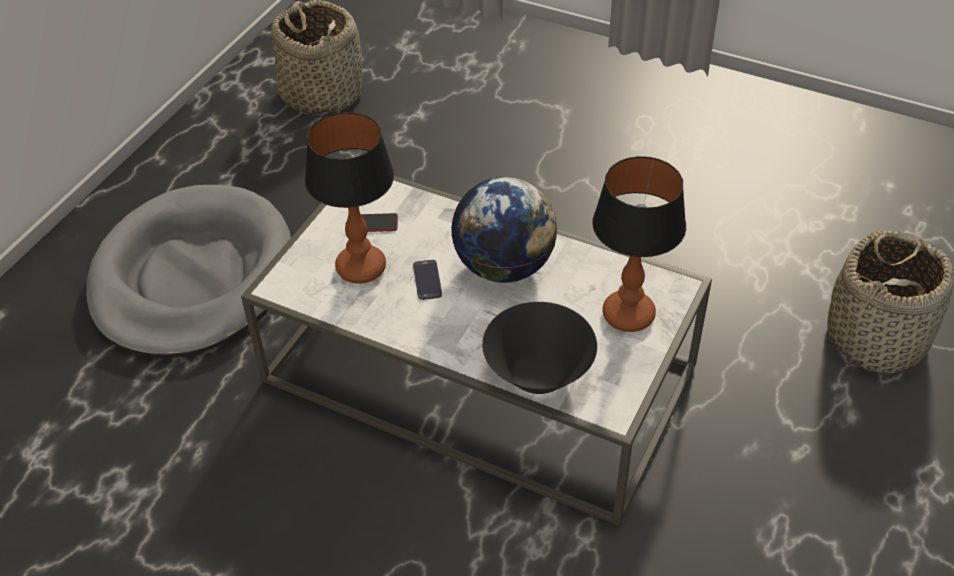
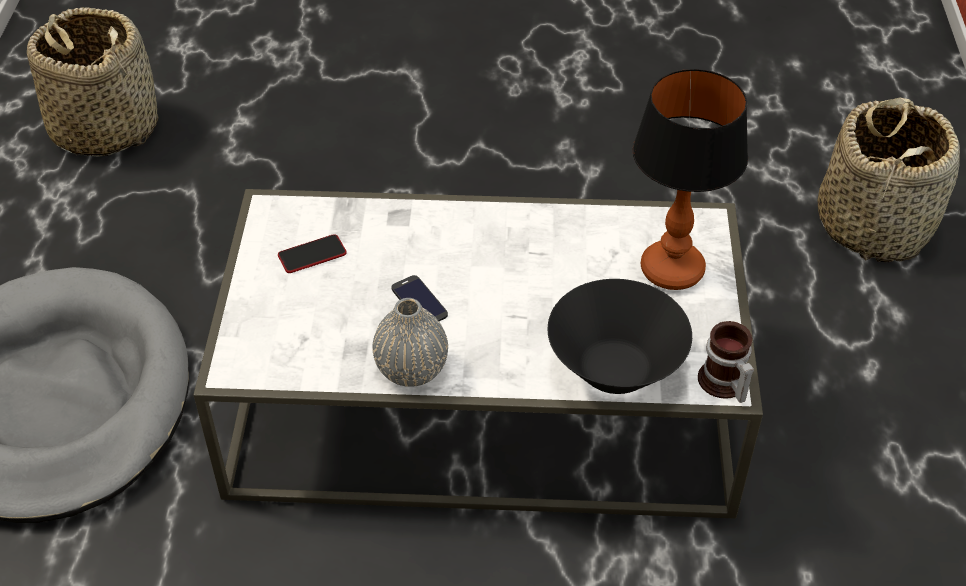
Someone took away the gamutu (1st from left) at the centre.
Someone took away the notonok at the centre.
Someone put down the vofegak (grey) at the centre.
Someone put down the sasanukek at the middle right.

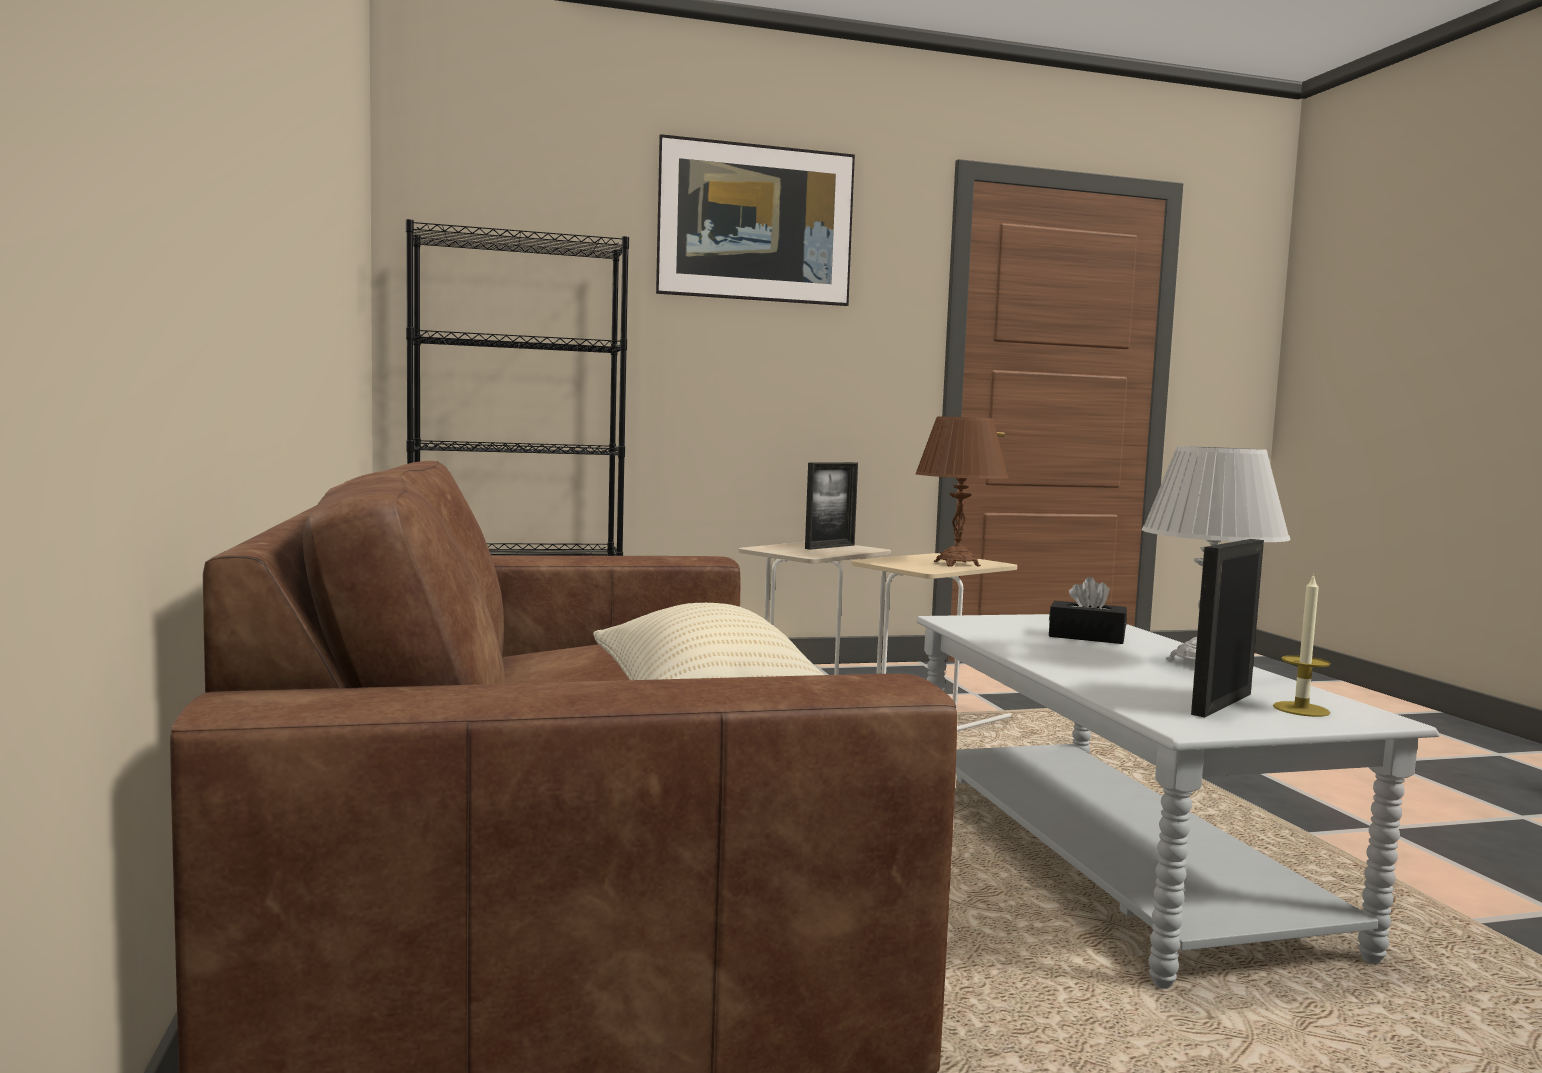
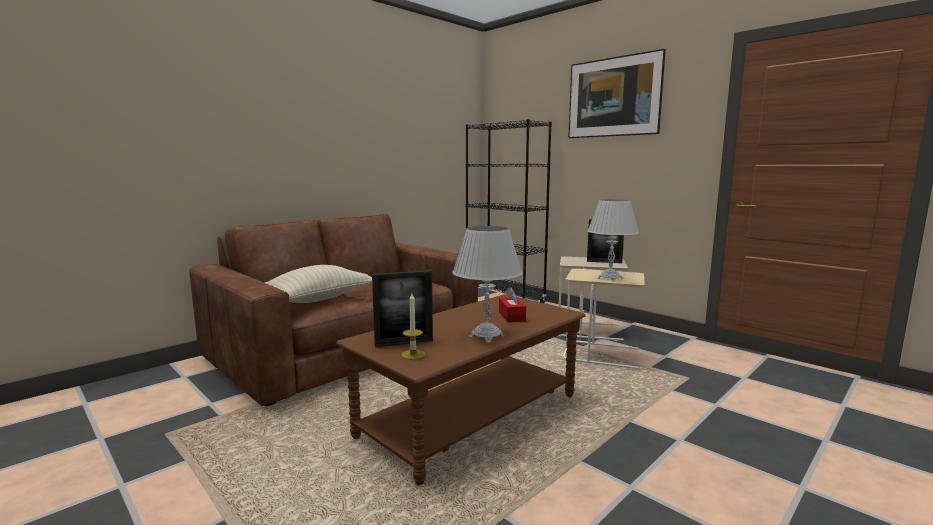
Someone repainted the gamutu (brown) at the centre, which became the gamutu (white) (2nd from left) at the centre.
Someone rotated the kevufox (2nd from left in the first image) at the middle right by 150 degrees clockwise.
Someone repainted the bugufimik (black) at the middle right, which became the bugufimik (red) at the centre.
Someone repainted the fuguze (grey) at the bottom right, which became the fuguze (brown) at the bottom centre.

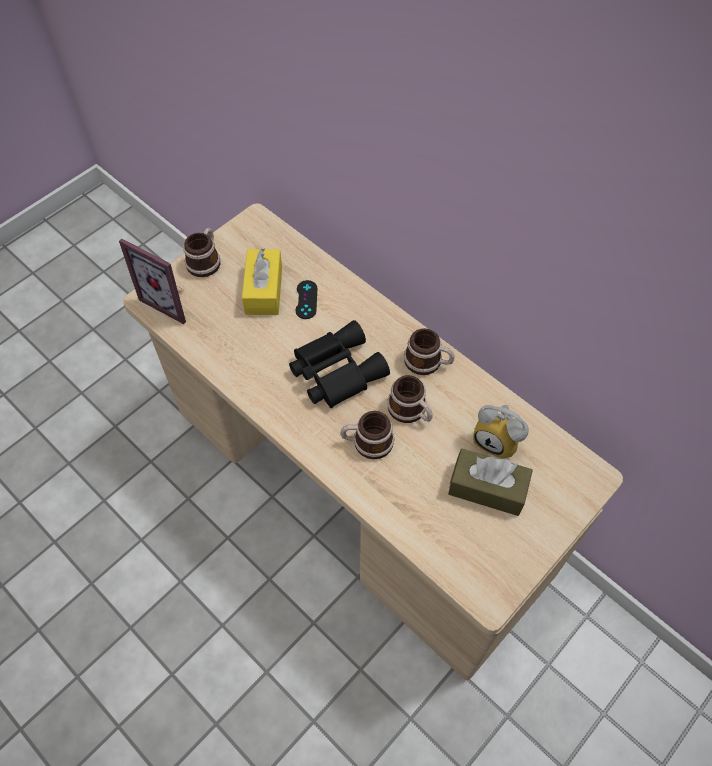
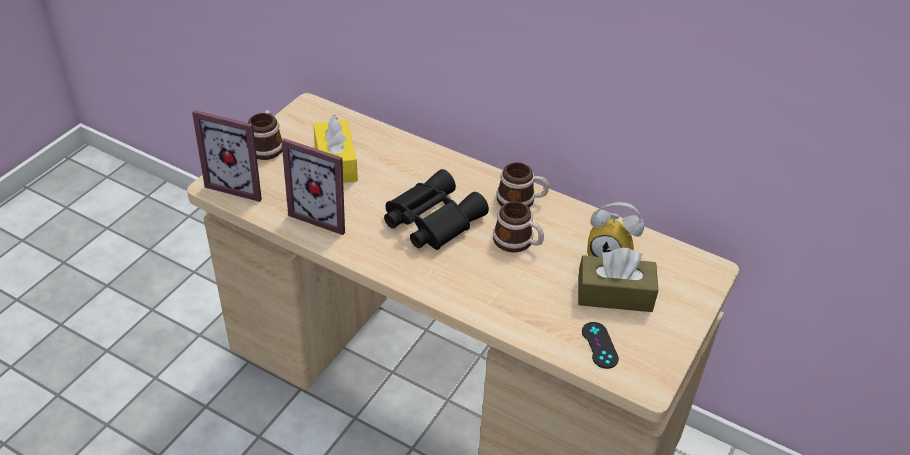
Someone carried the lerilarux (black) from the centre to the bottom centre.
Someone took away the sasanukek (2nd from left) at the centre.
Someone put down the kevufox (2nd from left) at the centre.

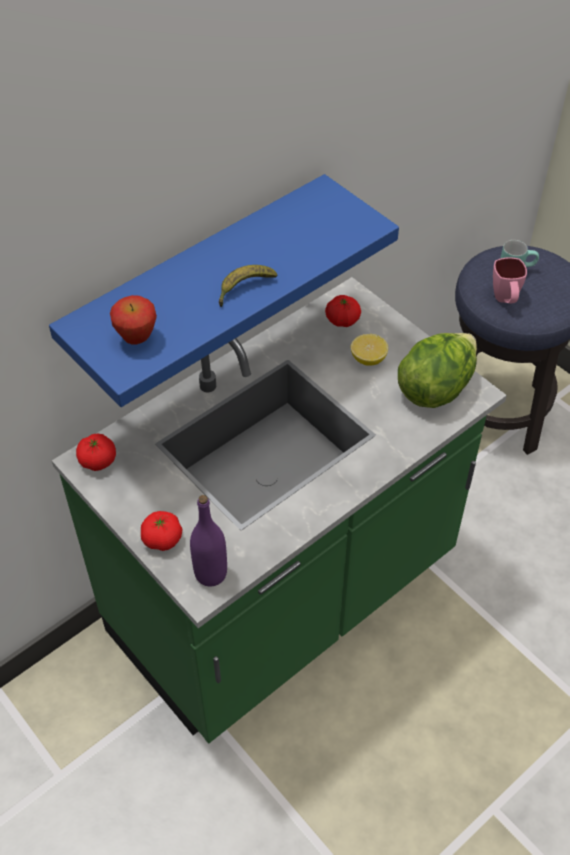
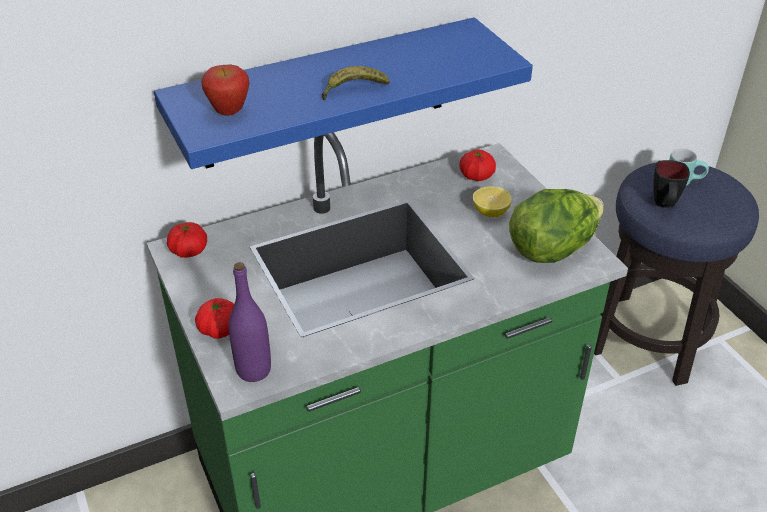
Someone repainted the sasanukek (pink) at the top right, which became the sasanukek (black) at the middle right.

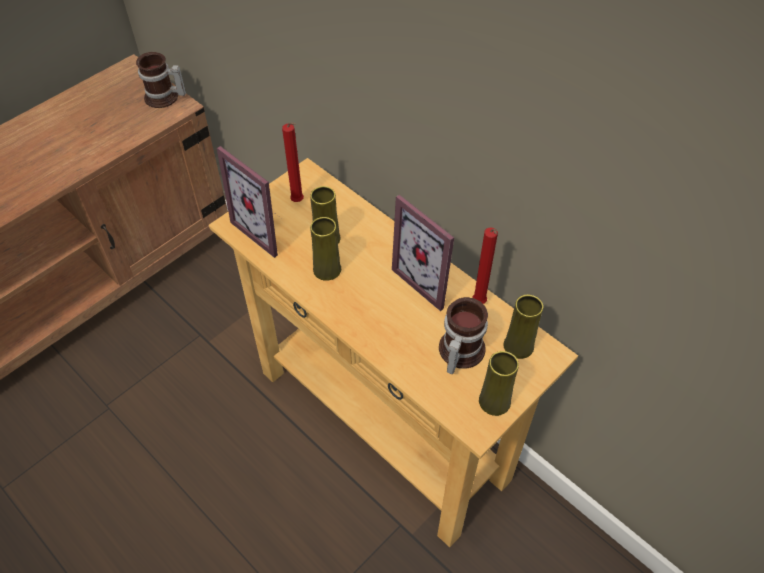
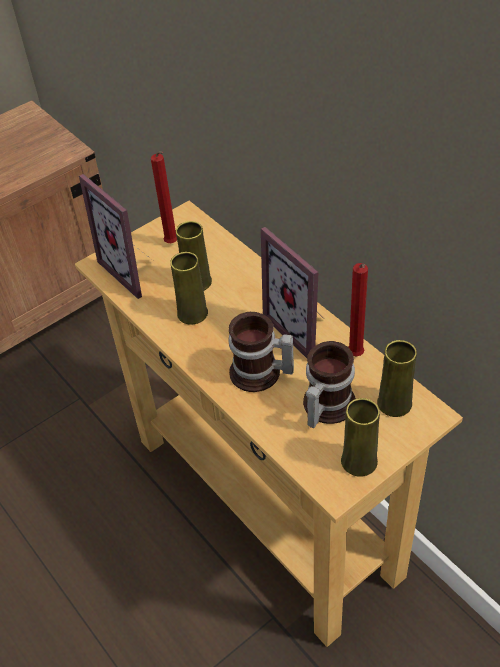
Someone carried the sasanukek (1st from left) from the top left to the centre.

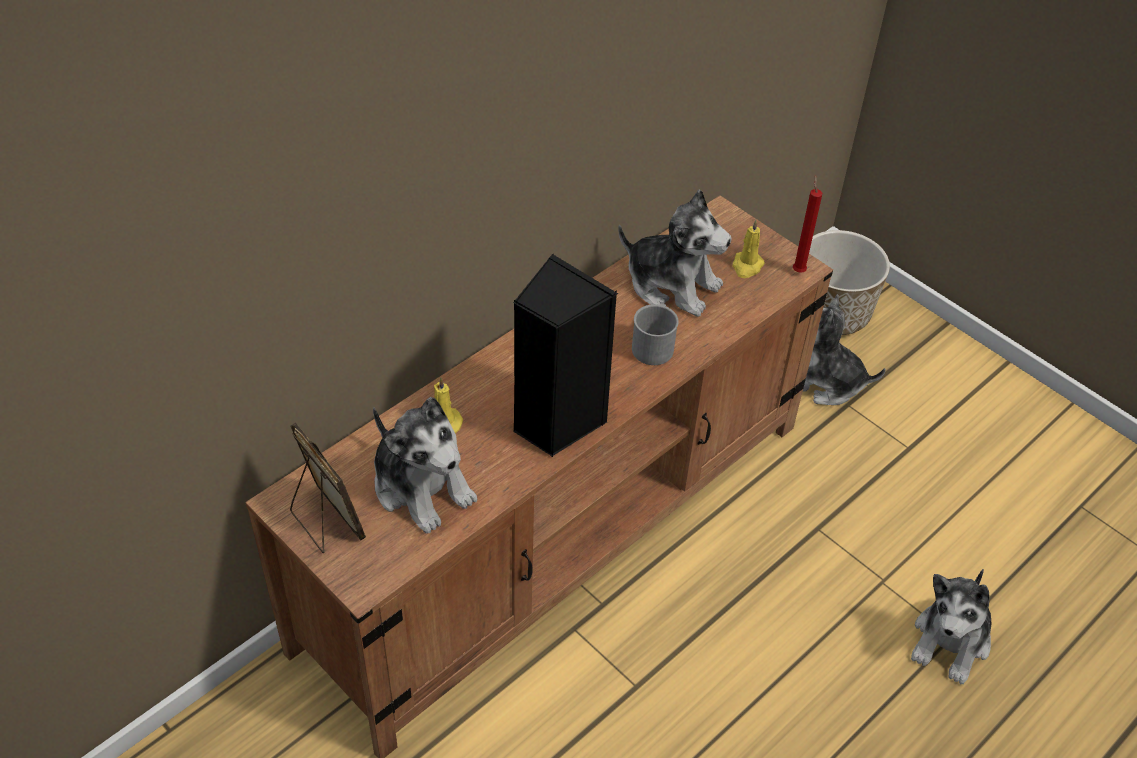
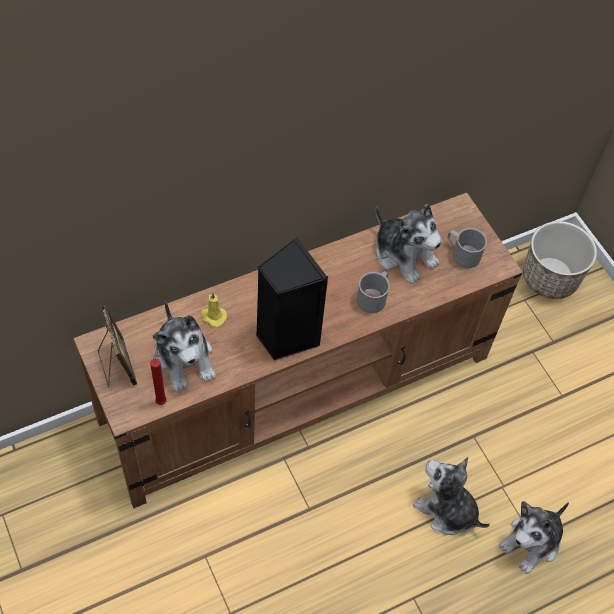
Someone carried the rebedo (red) from the top right to the middle left.
Someone swapped the rebedo (yellow) (2nd from left) at the top centre for the sasanukek (grey) (2nd from left) at the middle right.
Someone carried the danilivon (3rd from left) from the middle right to the bottom right.

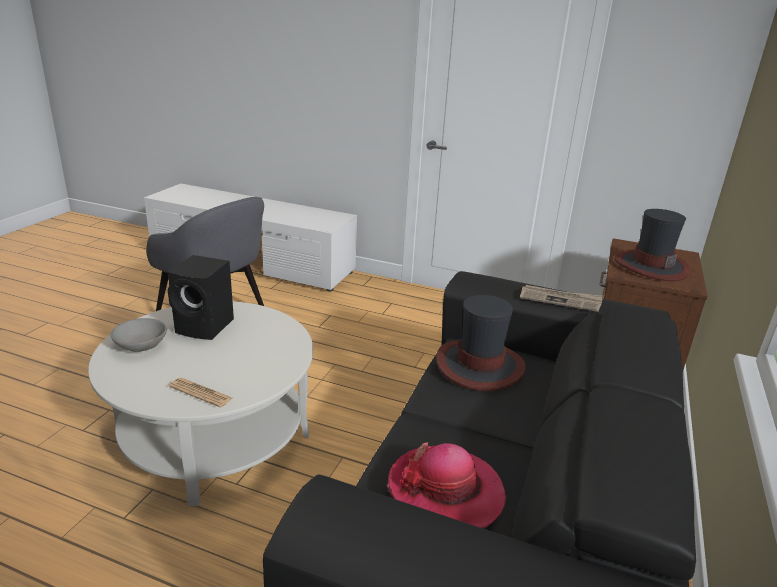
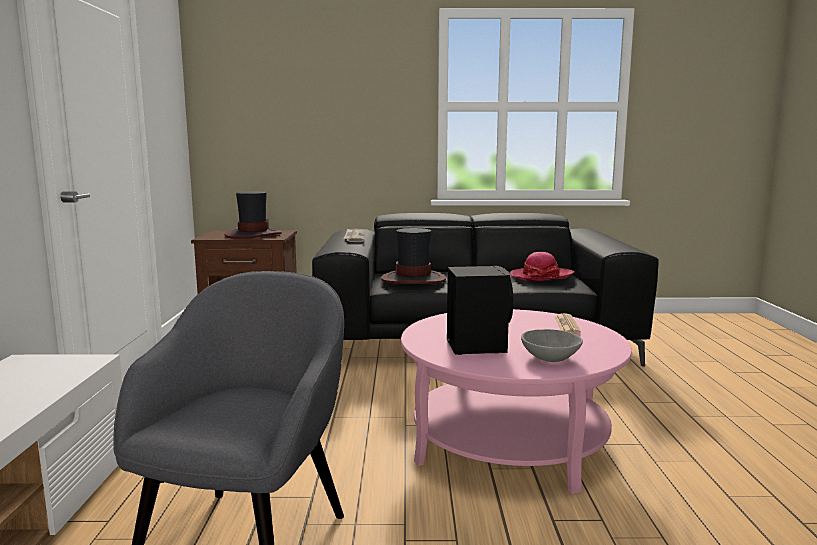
Someone repainted the fuguze (white) at the bottom left, which became the fuguze (pink) at the bottom centre.

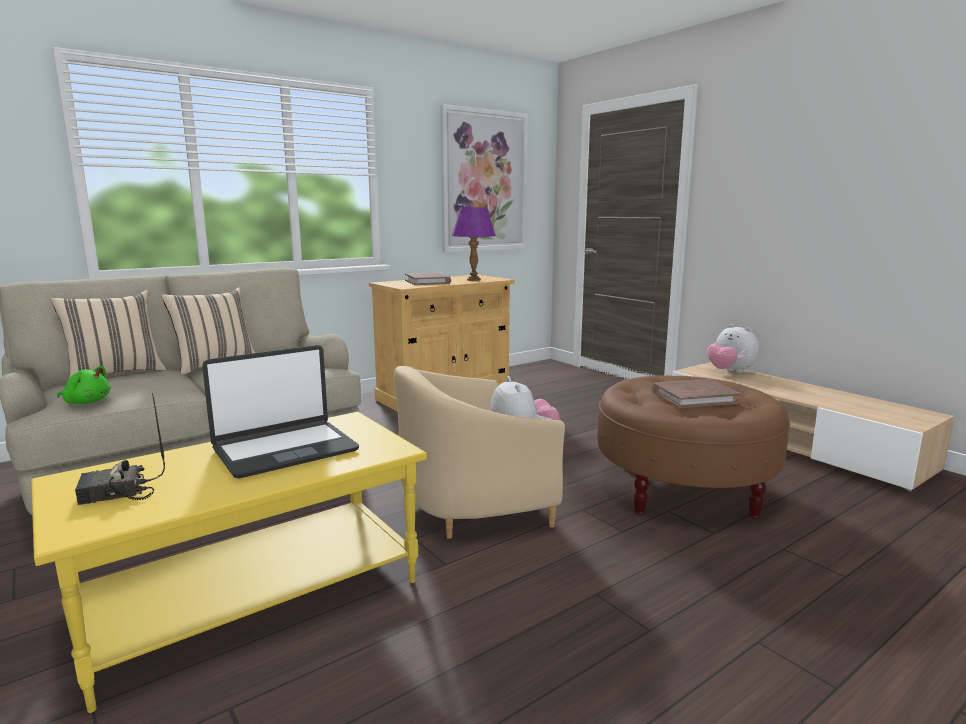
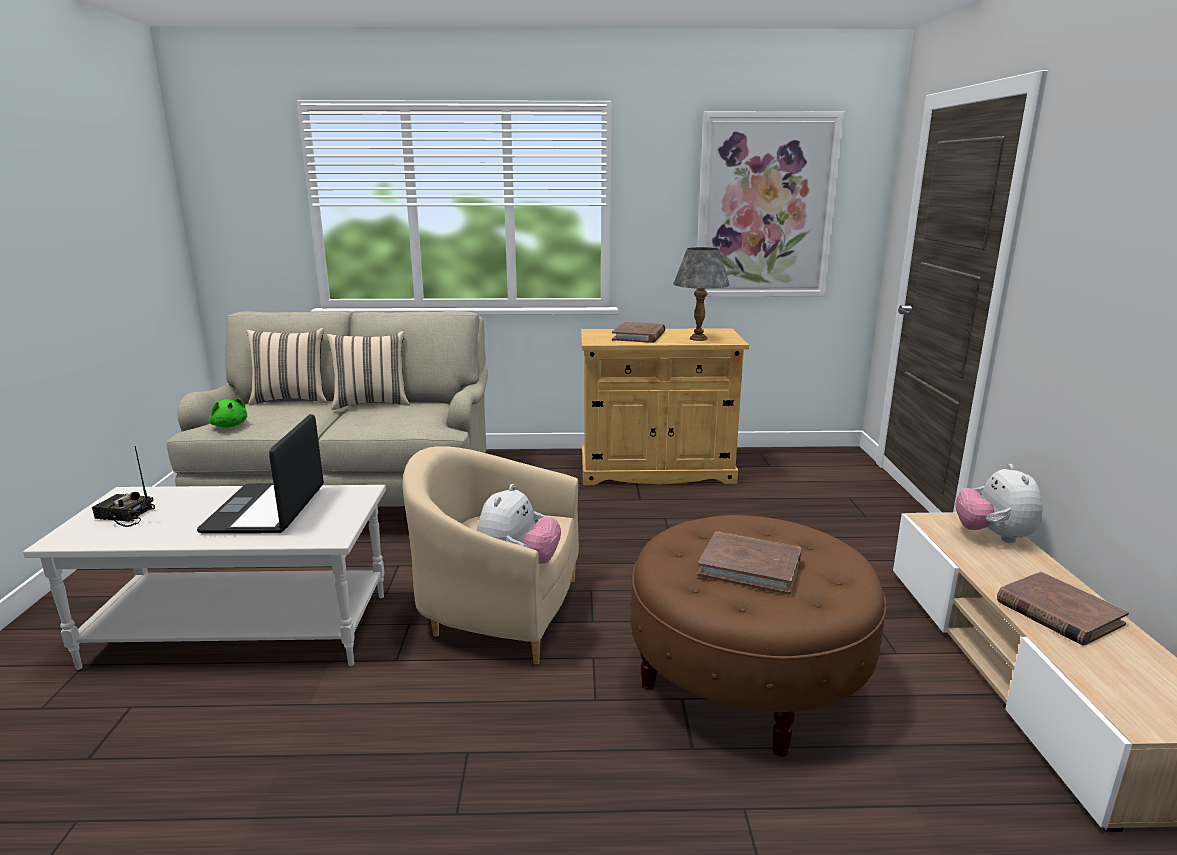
Someone repainted the gamutu (purple) at the centre, which became the gamutu (grey) at the centre.
Someone rotated the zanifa at the middle left by 90 degrees clockwise.
Someone repainted the fuguze (yellow) at the bottom left, which became the fuguze (white) at the bottom left.
Someone put down the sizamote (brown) (3rd from left) at the bottom right.

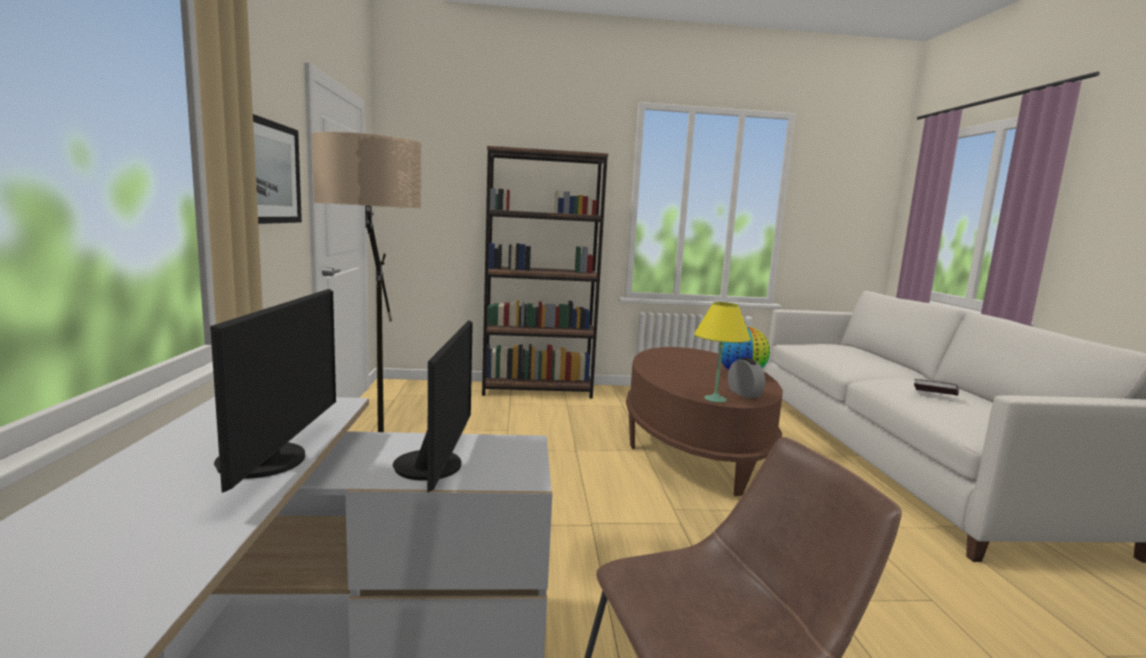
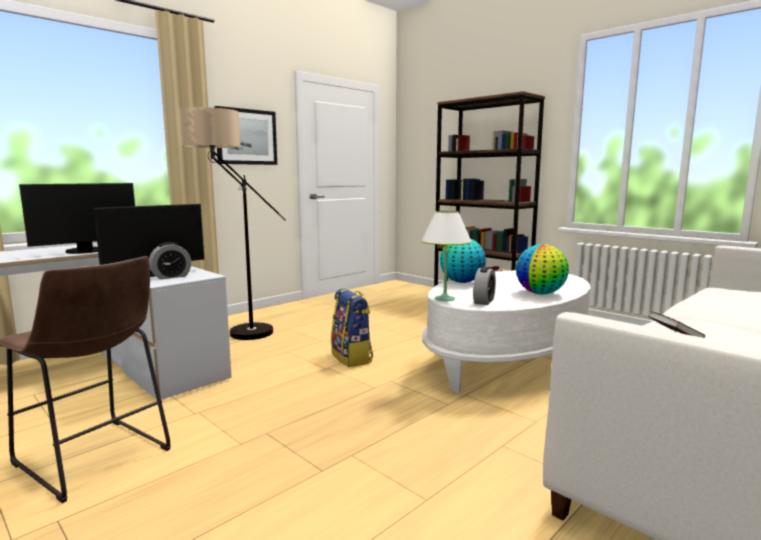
Someone repainted the gamutu (yellow) at the centre, which became the gamutu (white) at the centre.
Someone repainted the fuguze (brown) at the centre, which became the fuguze (white) at the centre.
Someone put down the notonok (1st from left) at the centre.
Someone put down the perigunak (1st from left) at the middle left.
Someone put down the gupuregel at the centre.

